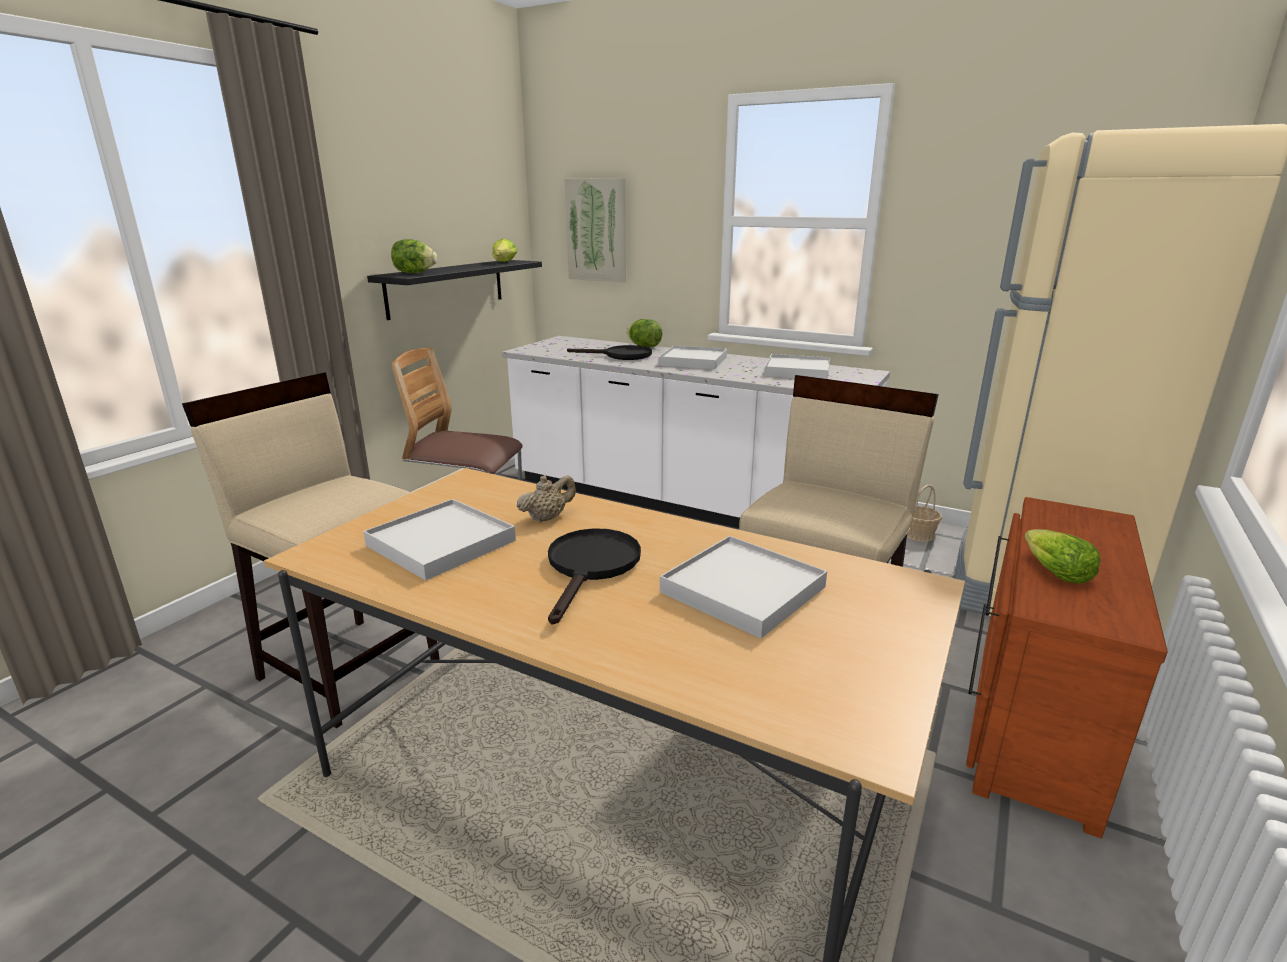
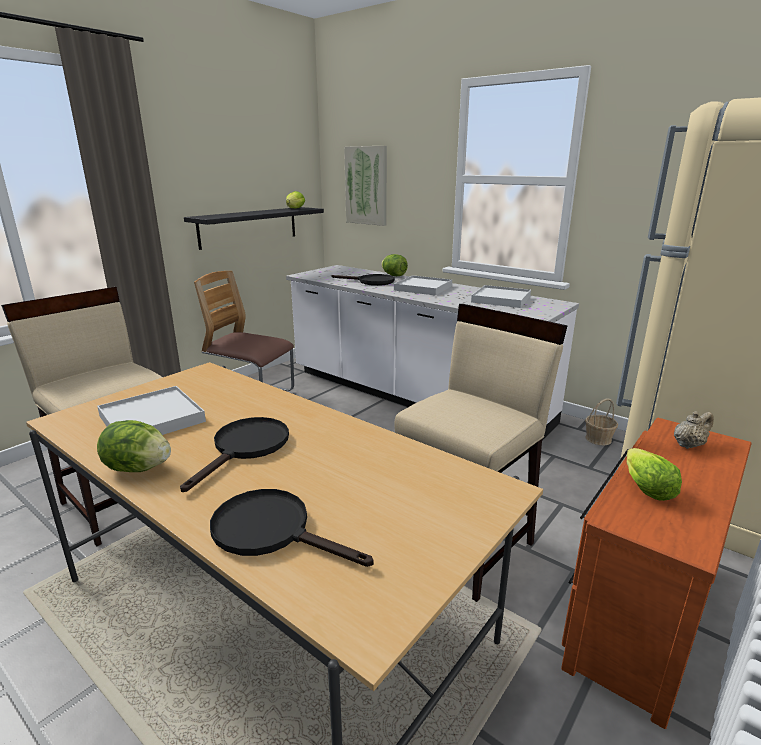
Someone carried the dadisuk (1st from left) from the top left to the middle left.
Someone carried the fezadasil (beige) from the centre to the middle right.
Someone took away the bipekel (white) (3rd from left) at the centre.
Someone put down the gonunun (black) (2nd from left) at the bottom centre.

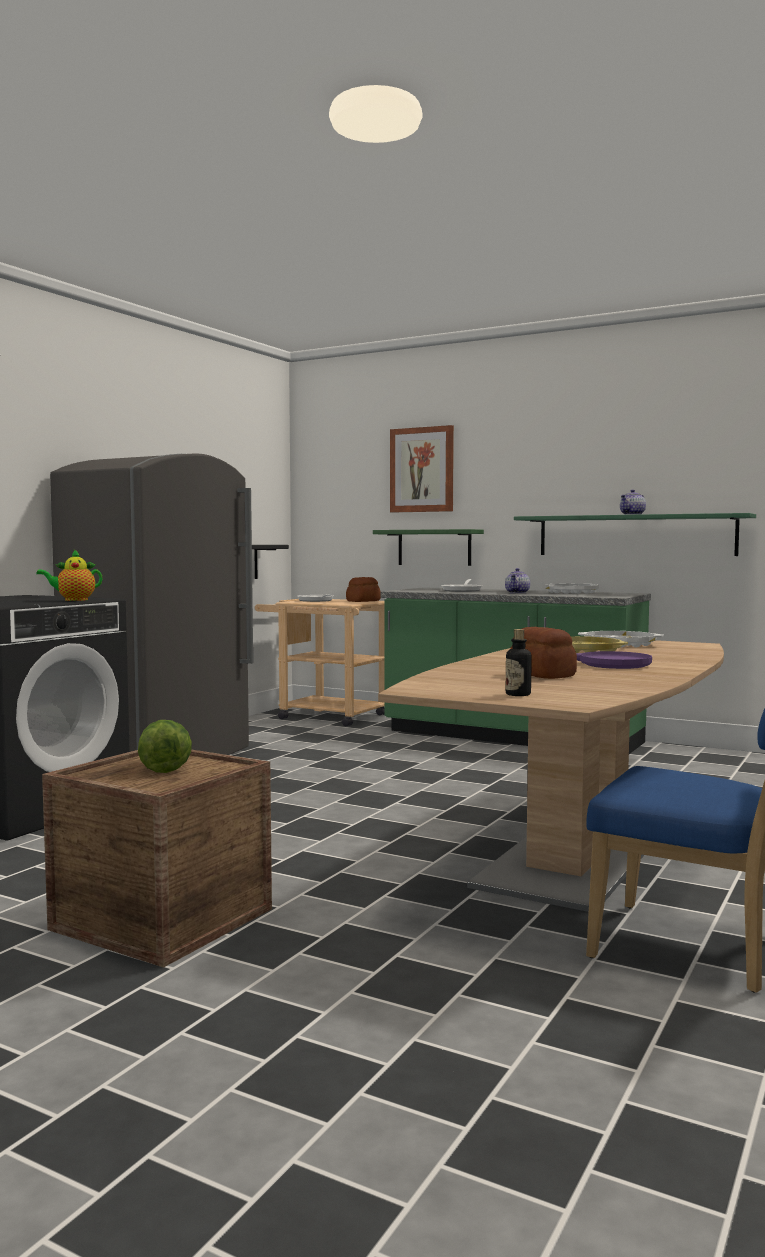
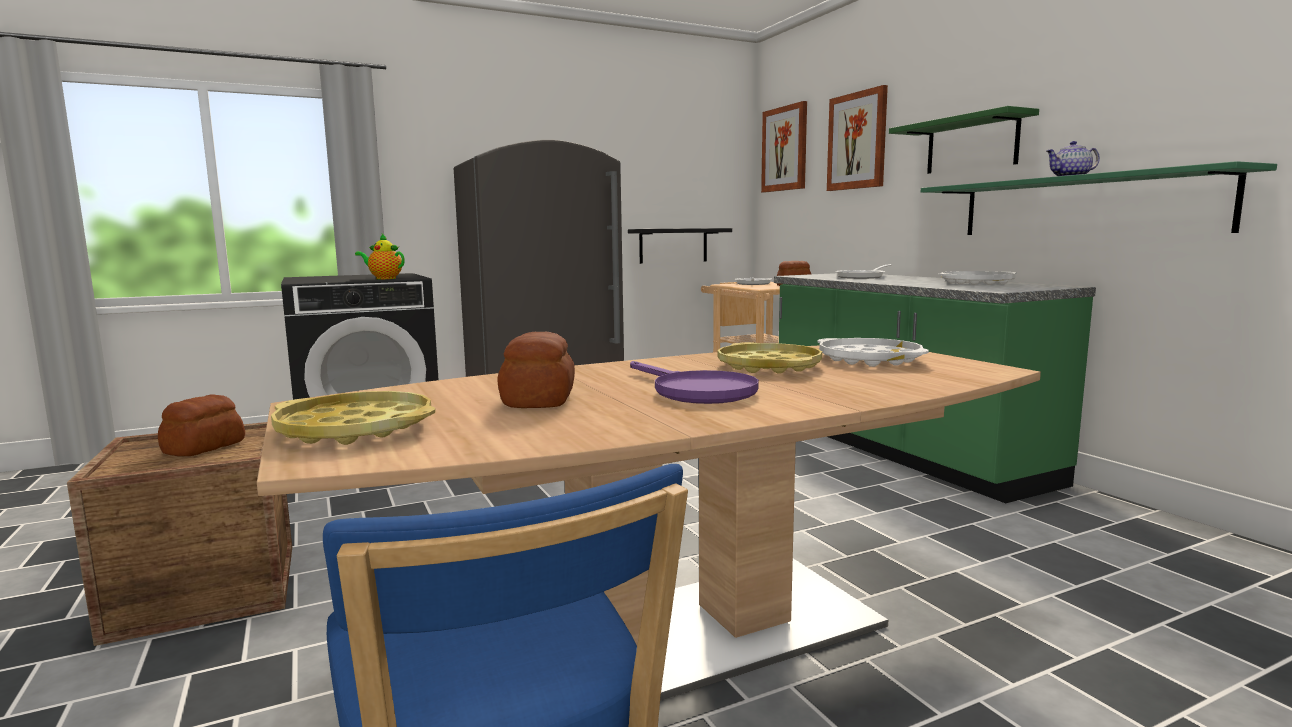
Someone carried the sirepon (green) (1st from left) from the centre to the top right.
Someone took away the fezadasil (2nd from left) at the middle right.
Someone swapped the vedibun at the middle right for the bipekel (yellow) (1st from left) at the middle left.
Someone swapped the dadisuk at the middle left for the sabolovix (1st from left) at the middle left.
Someone put up the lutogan (1st from left) at the top centre.

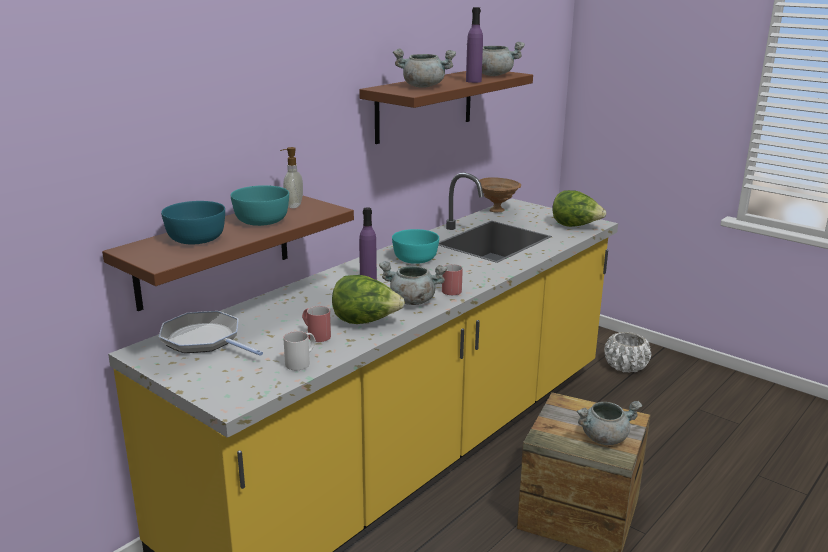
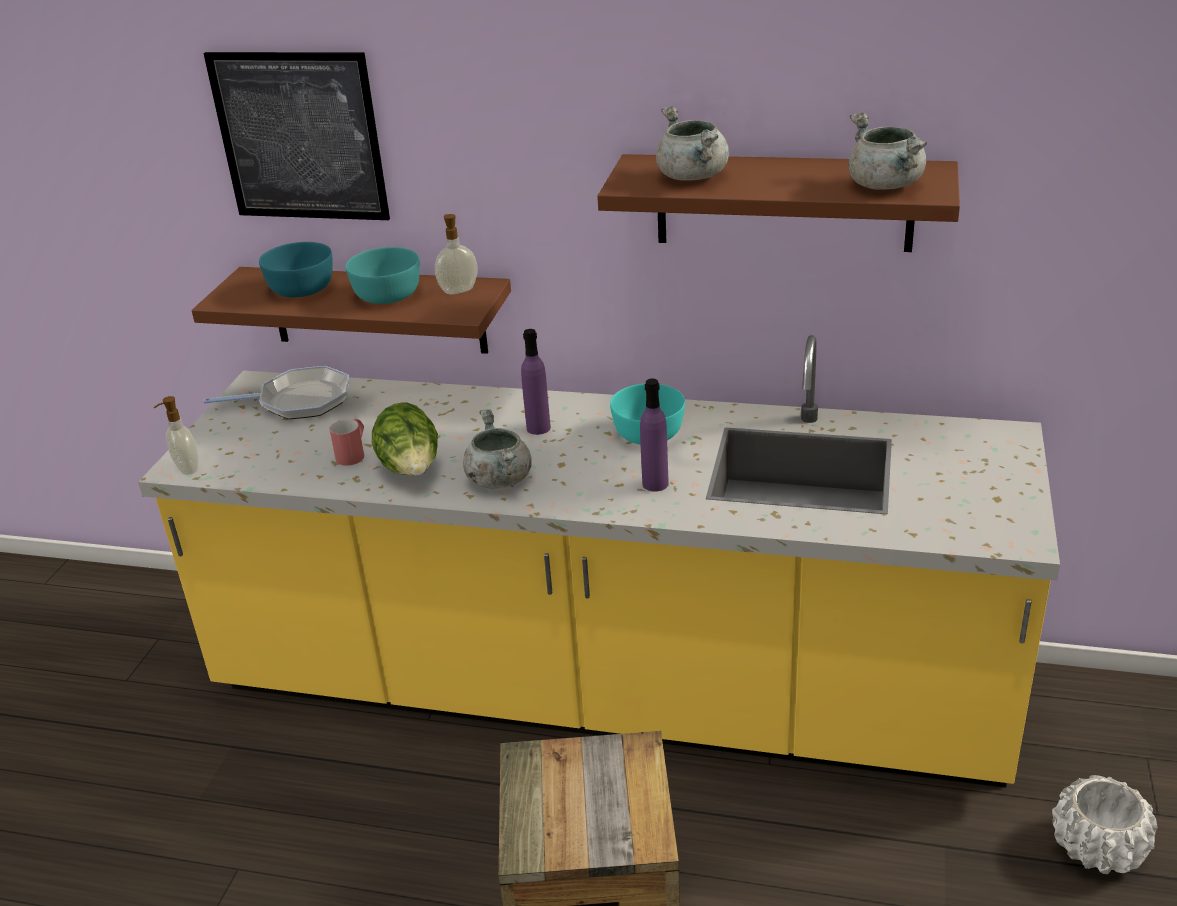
Someone carried the vedibun (purple) (2nd from left) from the top centre to the centre.
Someone took away the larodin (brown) at the centre.
Someone took away the dadisuk (2nd from left) at the middle right.
Someone took away the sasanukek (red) (2nd from left) at the centre.
Someone rotated the gonunun at the middle left by 75 degrees clockwise.
Someone took away the sasanukek (white) at the centre.
Someone took away the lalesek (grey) (4th from left) at the bottom right.
Someone put up the lutogan at the top left.
Someone put down the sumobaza (1st from left) at the middle left.

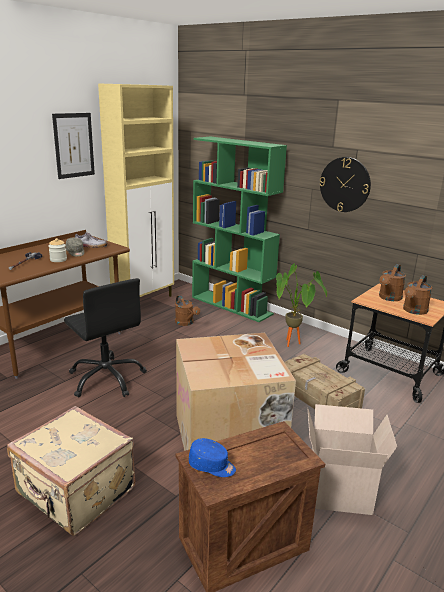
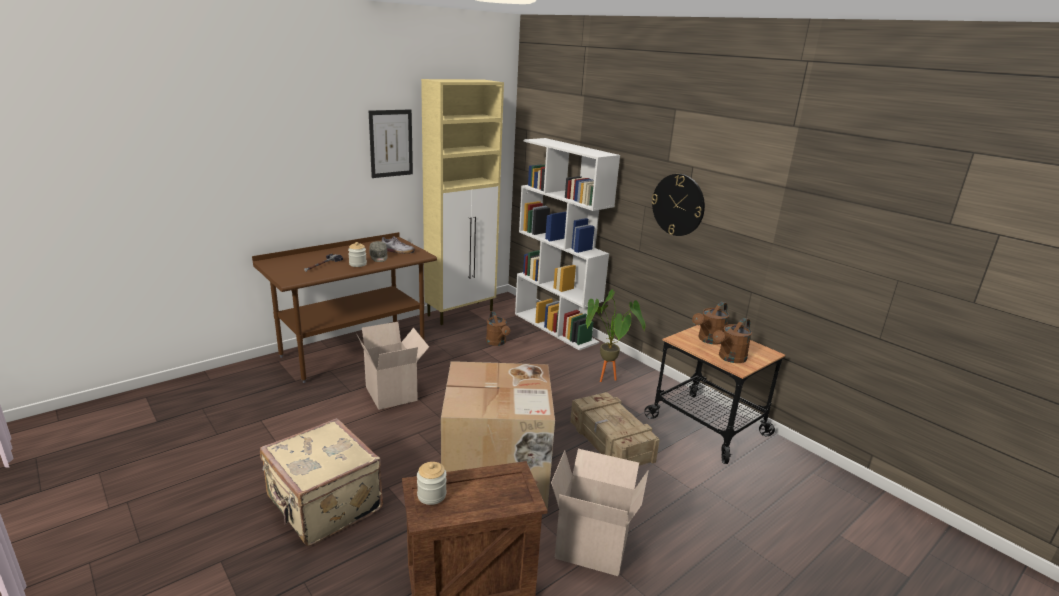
Someone repainted the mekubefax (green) at the centre, which became the mekubefax (white) at the centre.
Someone swapped the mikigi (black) at the middle left for the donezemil (1st from left) at the centre.
Someone swapped the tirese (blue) at the bottom centre for the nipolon (2nd from left) at the bottom centre.

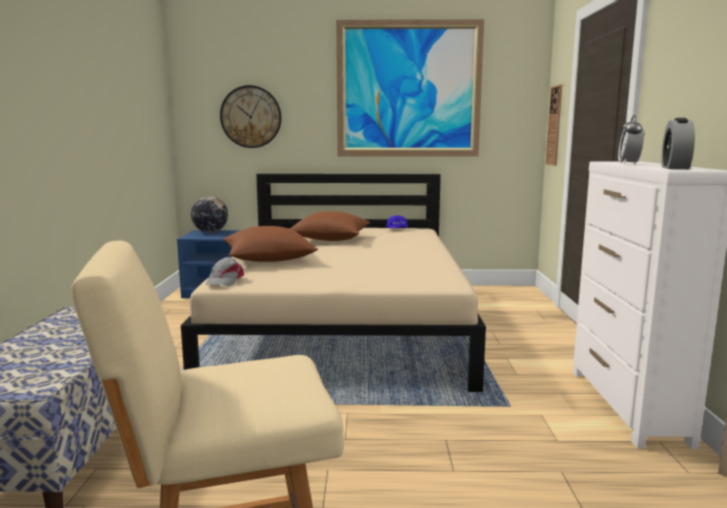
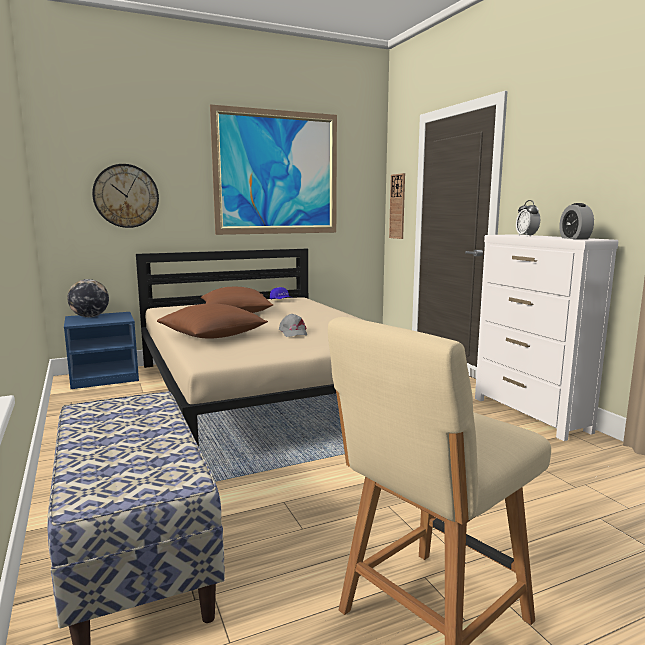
Someone carried the tirese (grey) from the middle left to the centre.

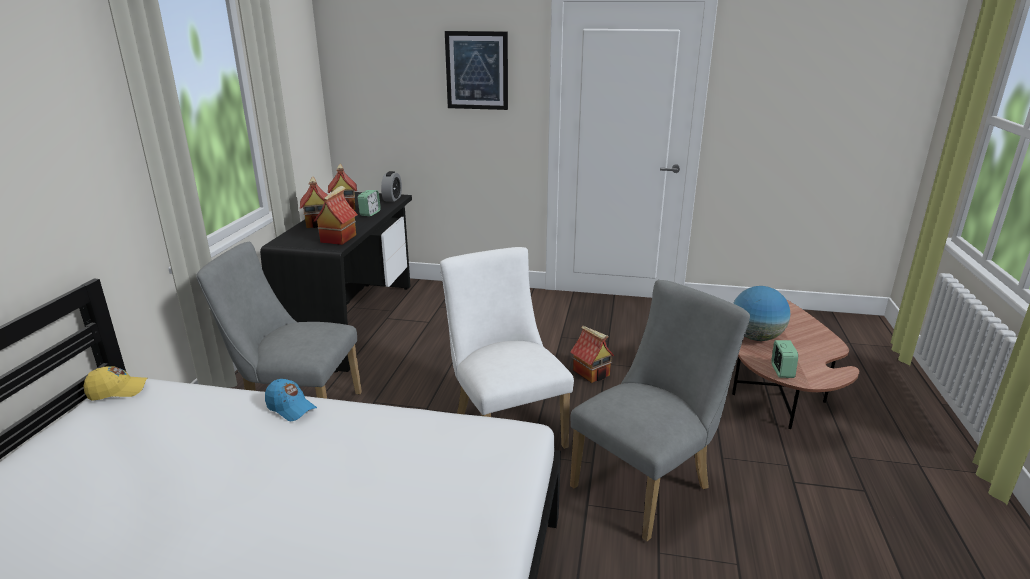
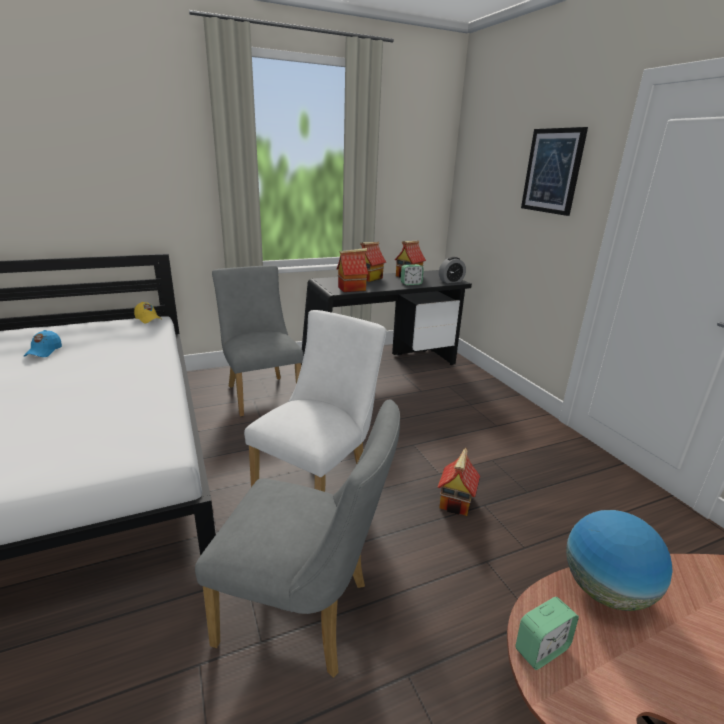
Someone carried the tirese (blue) from the bottom left to the middle left.

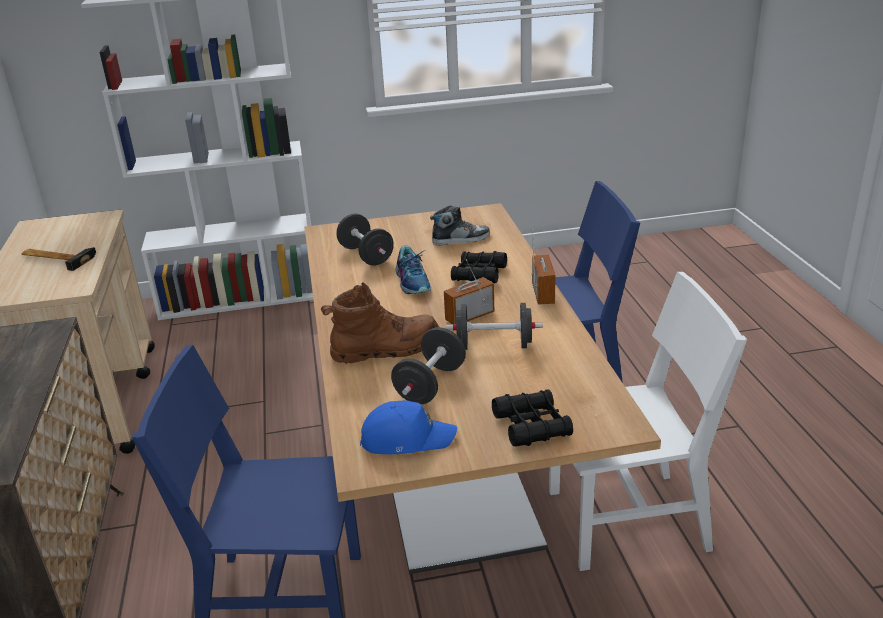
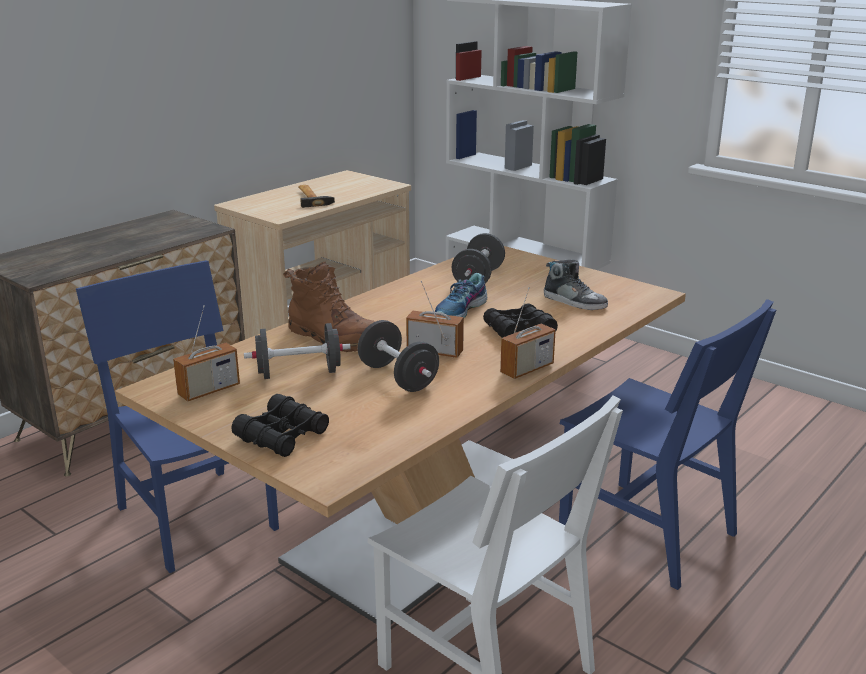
Someone swapped the tirese (blue) at the bottom centre for the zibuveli (1st from left) at the middle left.

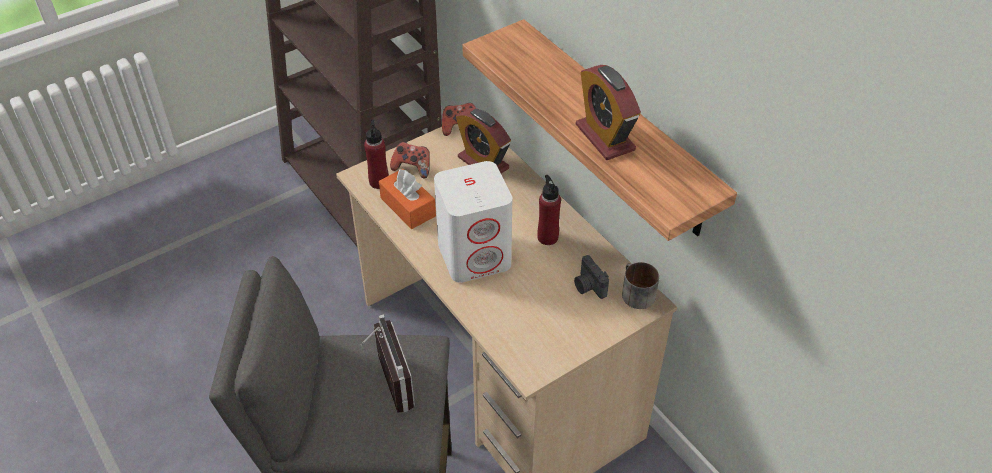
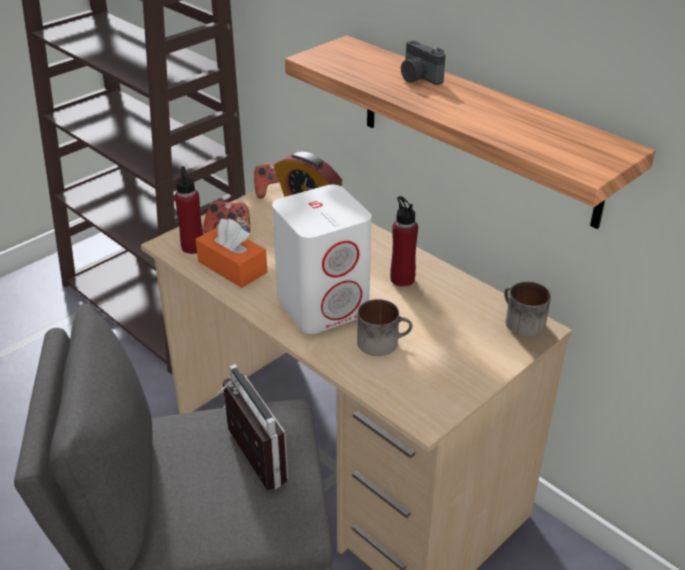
Someone took away the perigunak (2nd from left) at the top centre.
Someone carried the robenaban from the centre to the top centre.
Someone put down the sasanukek (1st from left) at the centre.

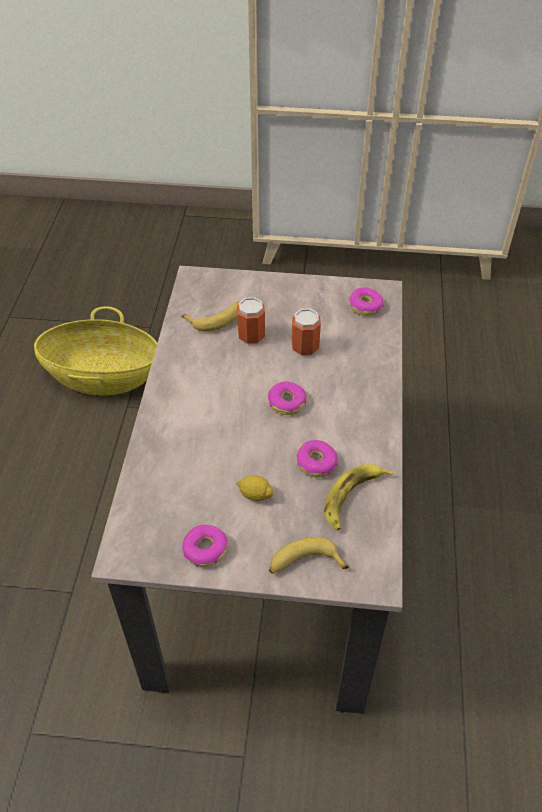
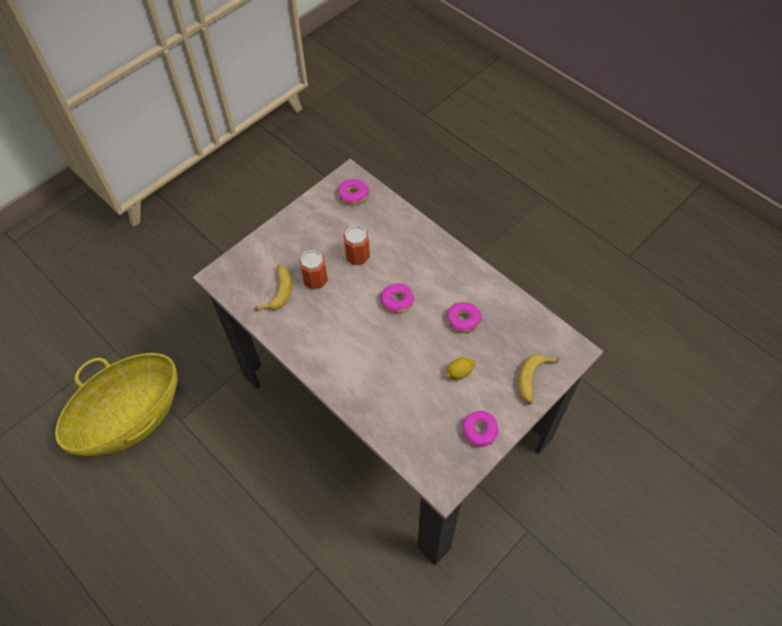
Someone took away the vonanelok (3rd from left) at the centre.

